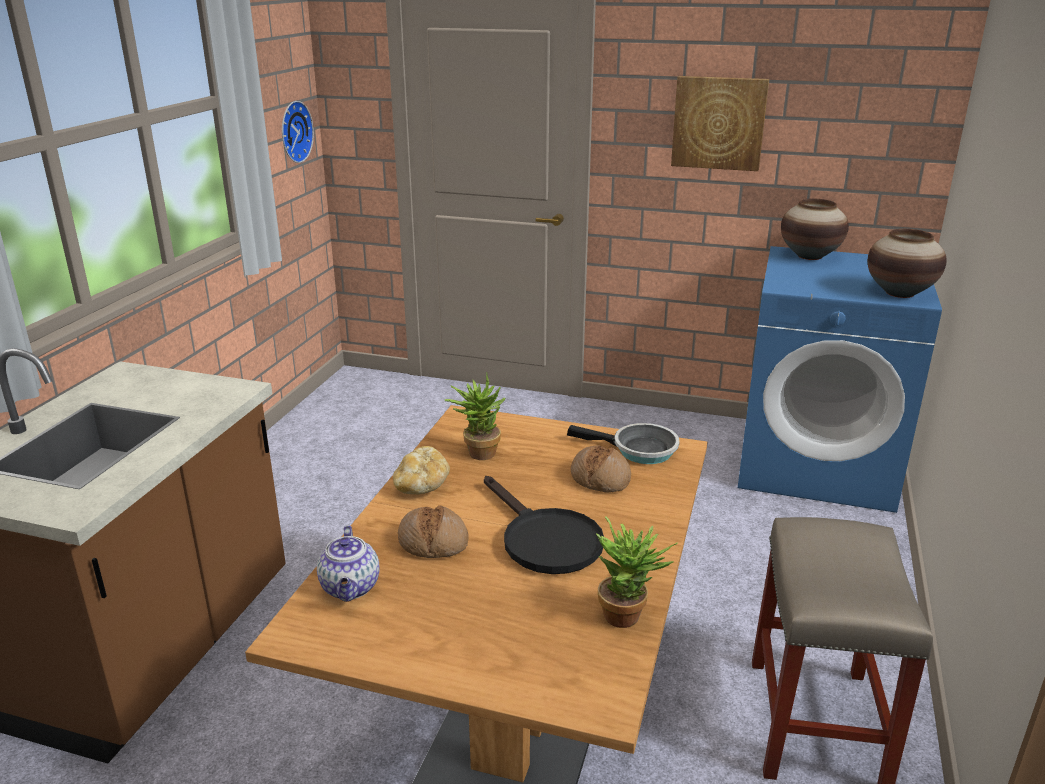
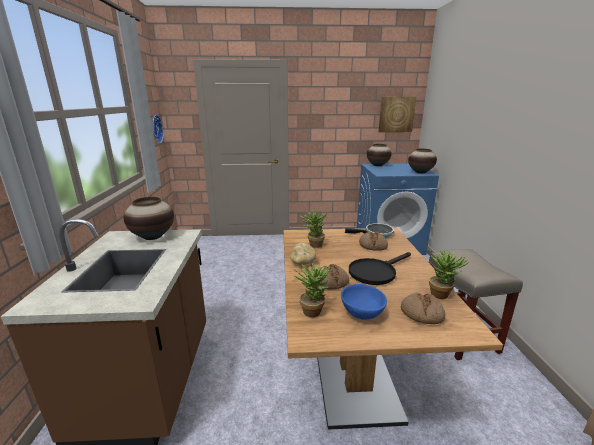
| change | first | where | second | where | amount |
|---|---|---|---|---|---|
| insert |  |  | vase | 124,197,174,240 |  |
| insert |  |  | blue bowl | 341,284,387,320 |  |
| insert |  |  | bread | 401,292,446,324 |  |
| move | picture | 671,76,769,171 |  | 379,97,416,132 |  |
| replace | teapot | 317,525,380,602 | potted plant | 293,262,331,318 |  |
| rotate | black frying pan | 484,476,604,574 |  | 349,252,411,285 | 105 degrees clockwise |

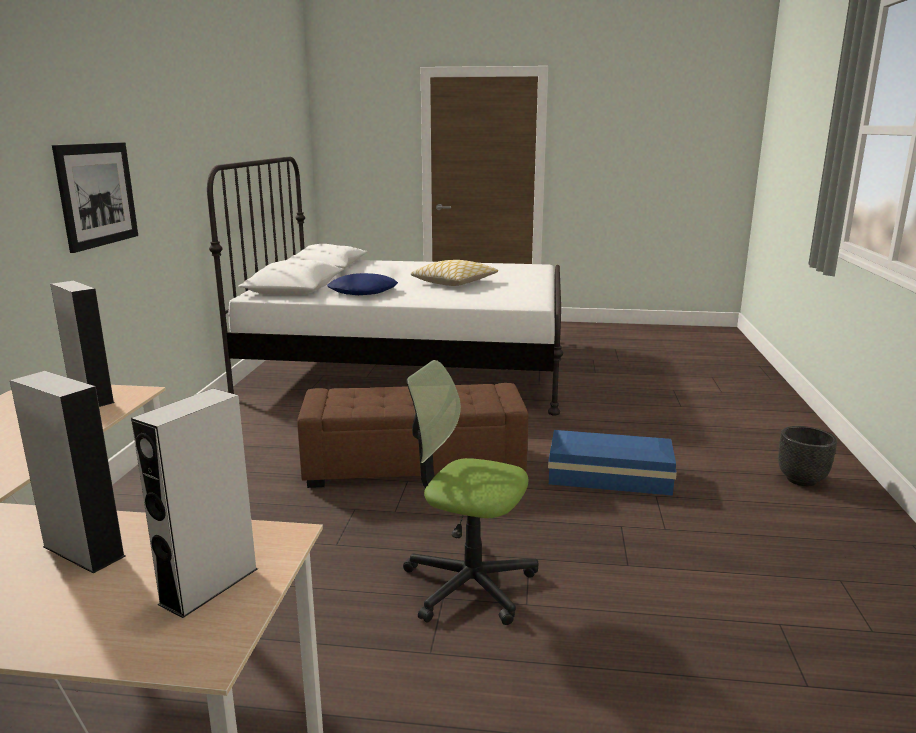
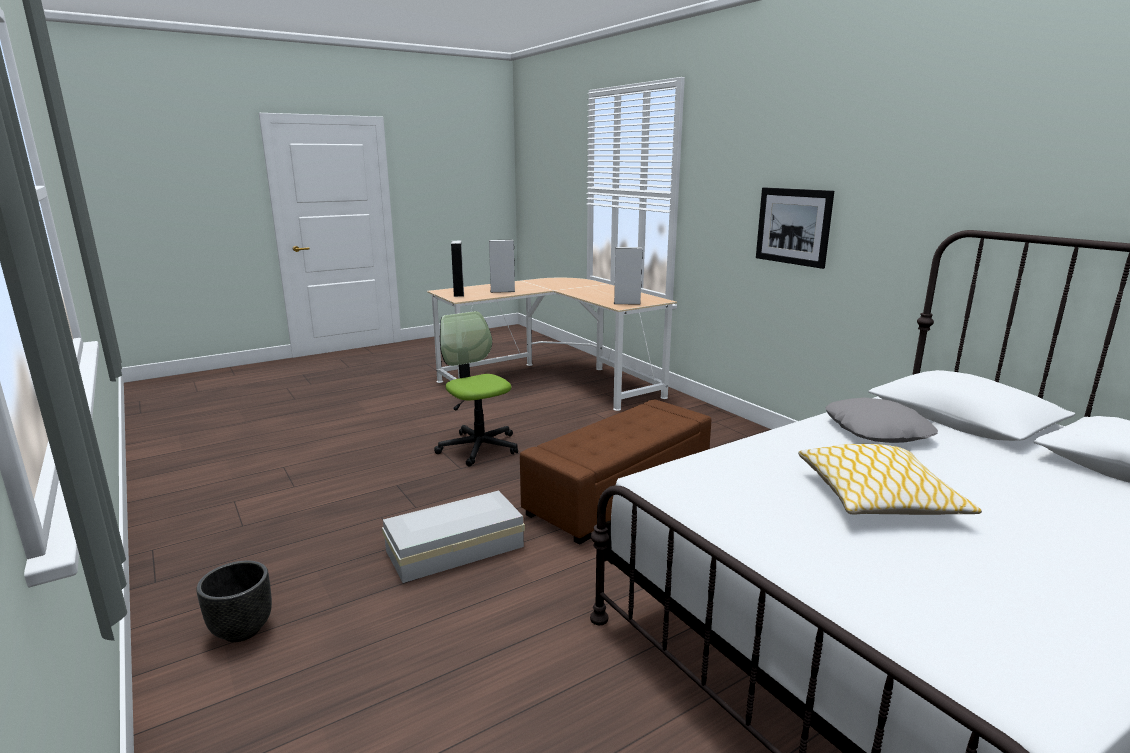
| change | first | where | second | where | amount |
|---|---|---|---|---|---|
| recolor | blue pillow | 327,273,398,295 | grey pillow | 825,398,938,443 |  |
| recolor | blue storage box | 548,430,677,496 | white storage box | 382,491,525,583 |  |
| rotate | office chair | 403,360,539,625 |  | 434,311,518,467 | 105 degrees counterclockwise |

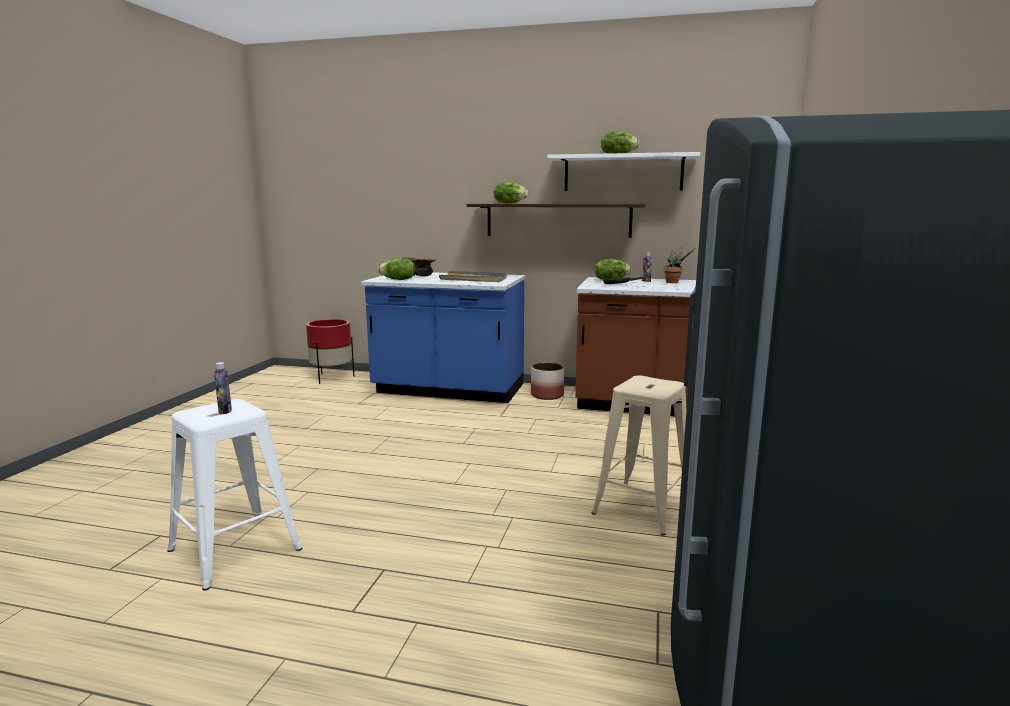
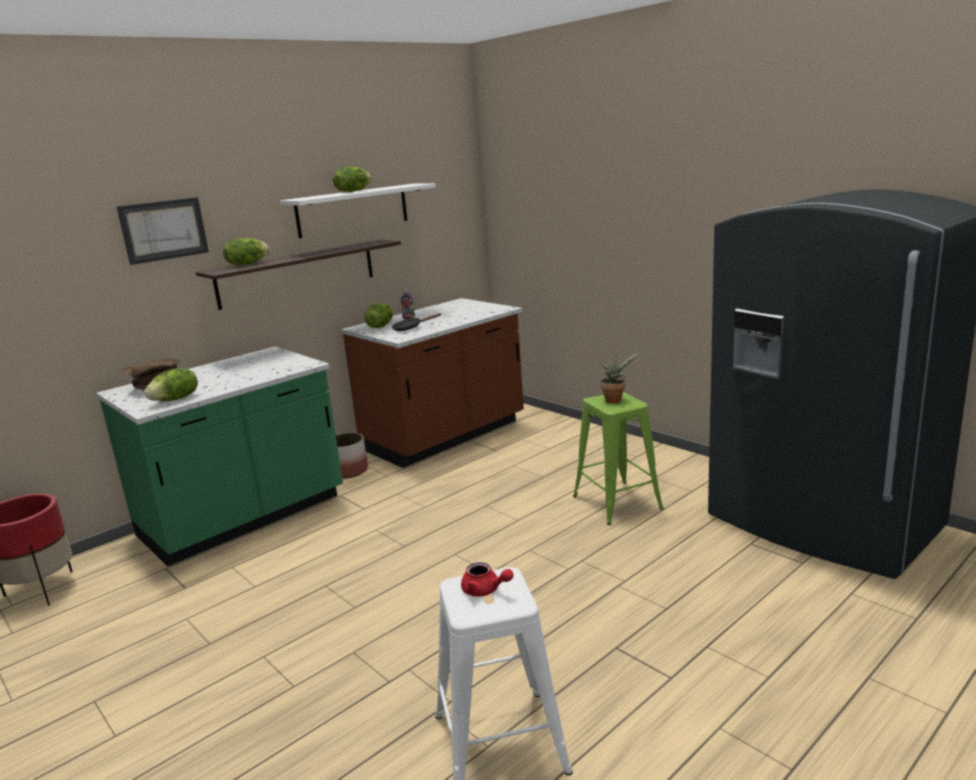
| change | first | where | second | where | amount |
|---|---|---|---|---|---|
| delete | grey tray | 439,271,507,282 |  |  |  |
| insert |  |  | picture | 117,197,209,265 |  |
| move | potted plant | 663,246,695,283 |  | 598,353,639,403 |  |
| replace | bottle | 214,362,232,414 | red teapot | 461,562,514,597 |  |
| recolor | blue counter | 361,272,526,403 | green counter | 96,346,343,567 |  |
| recolor | beige stool | 592,375,686,536 | green stool | 573,392,664,525 |  |

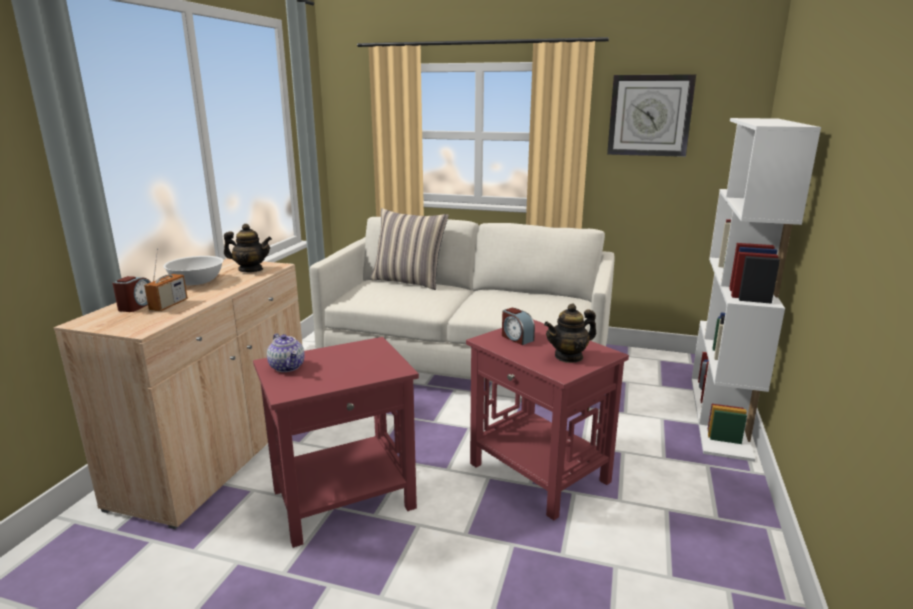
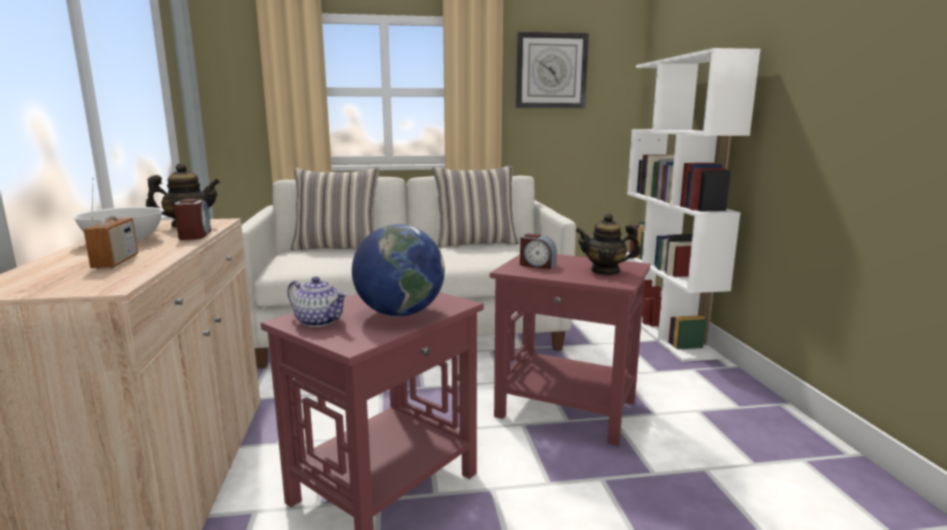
| change | first | where | second | where | amount |
|---|---|---|---|---|---|
| insert |  |  | globe | 352,224,445,317 |  |
| insert |  |  | pillow | 432,166,518,248 |  |
| move | alarm clock | 113,276,151,312 |  | 174,199,211,240 |  |
| rotate | teapot | 544,303,596,363 |  | 575,213,641,275 | 60 degrees clockwise |

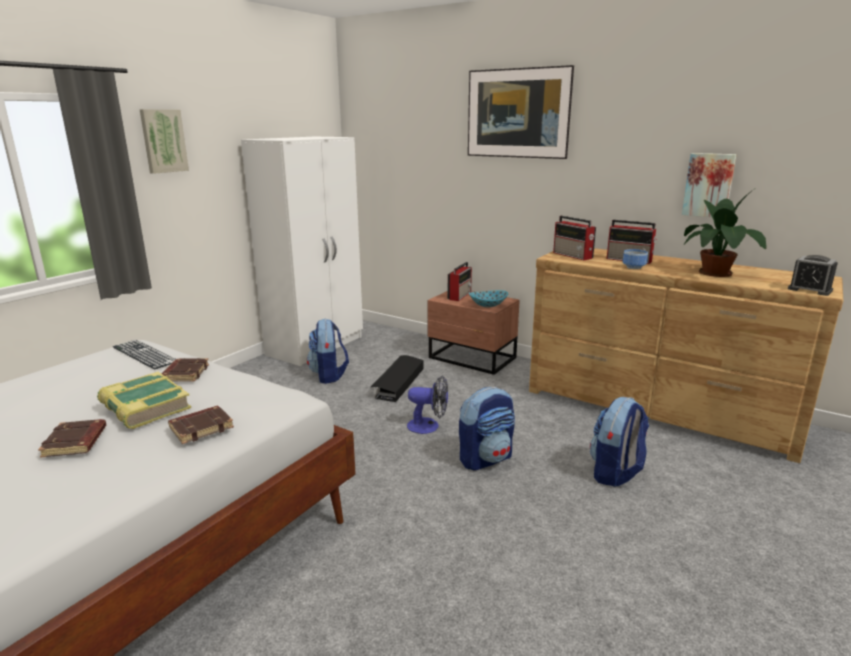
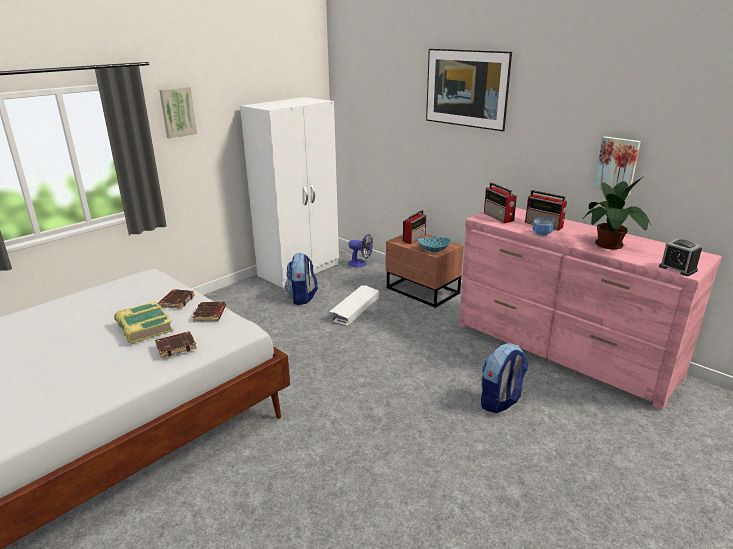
| change | first | where | second | where | amount |
|---|---|---|---|---|---|
| delete | keyboard | 113,340,176,370 |  |  |  |
| delete | backpack | 459,387,515,470 |  |  |  |
| move | brown book | 38,419,106,458 |  | 193,302,226,321 |  |
| move | fan | 407,376,448,434 |  | 348,234,373,267 |  |
| recolor | black storage box | 371,355,424,402 | white storage box | 329,285,379,326 |  |
| recolor | brown dresser | 529,248,843,463 | pink dresser | 459,208,722,410 |  |

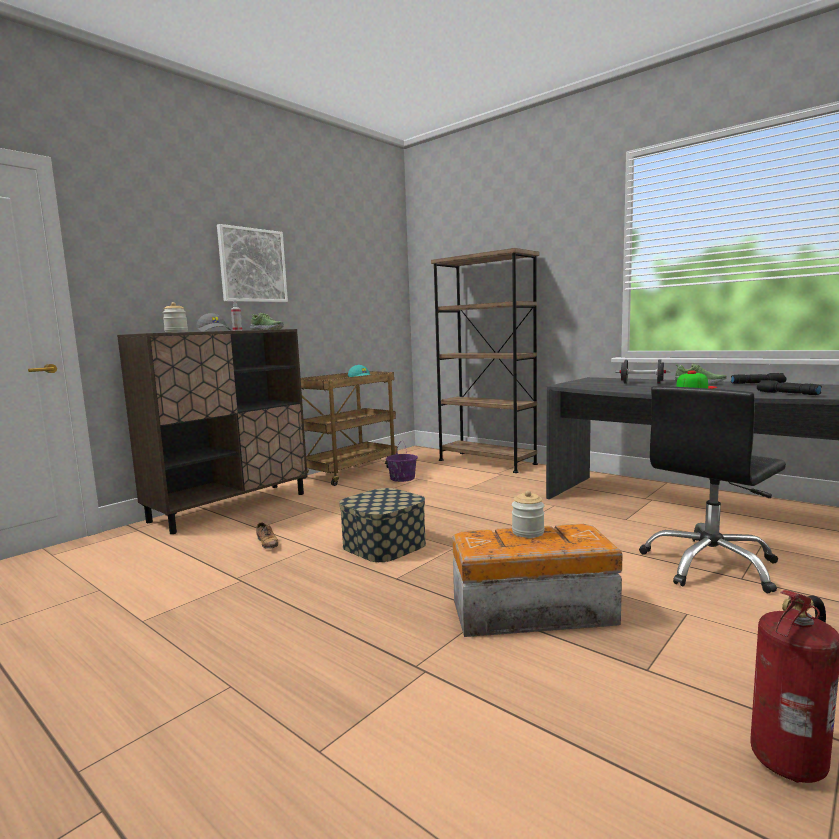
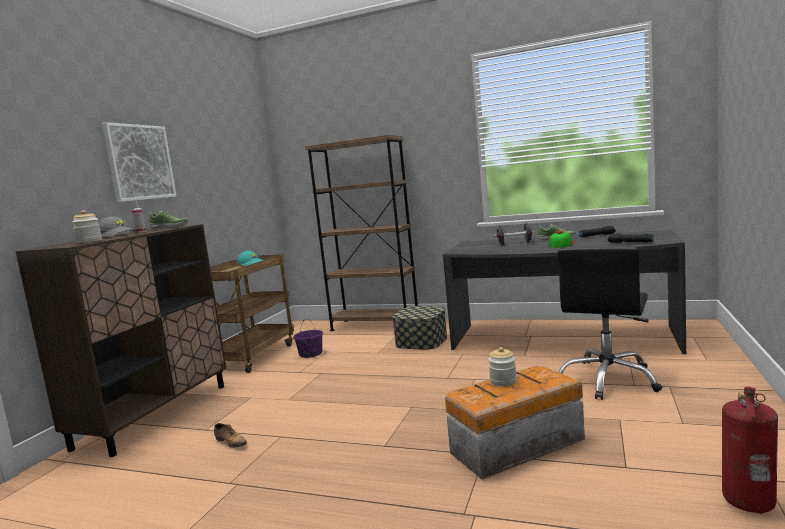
| change | first | where | second | where | amount |
|---|---|---|---|---|---|
| move | storage box | 339,488,426,562 |  | 392,306,447,350 |  |

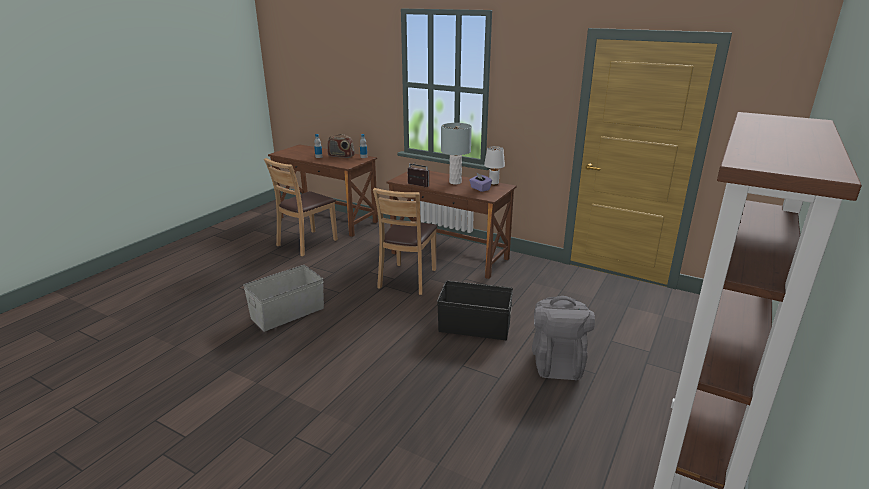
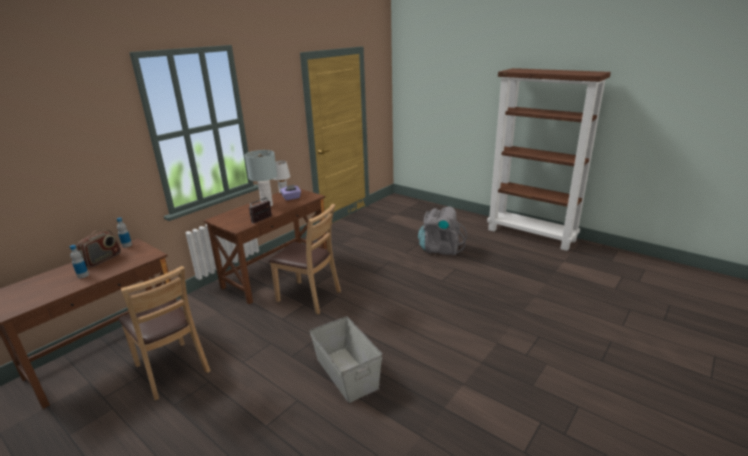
| change | first | where | second | where | amount |
|---|---|---|---|---|---|
| delete | black storage box | 437,281,513,340 |  |  |  |

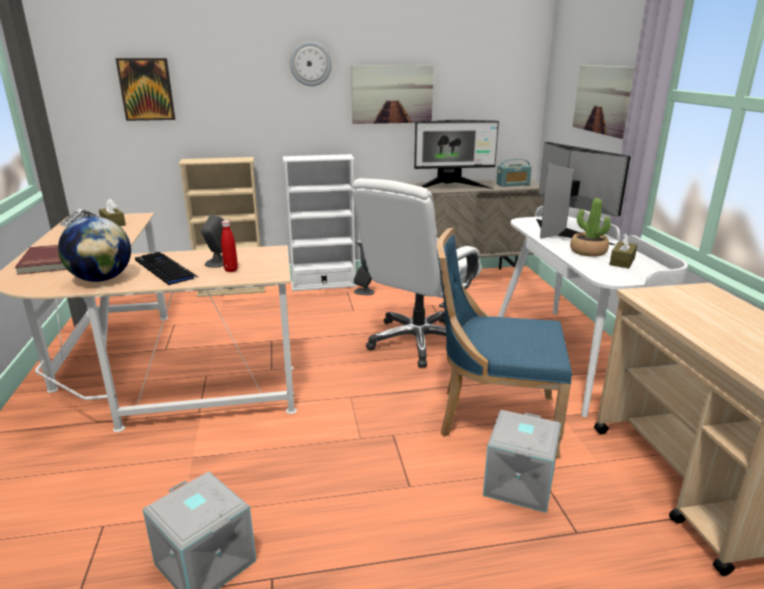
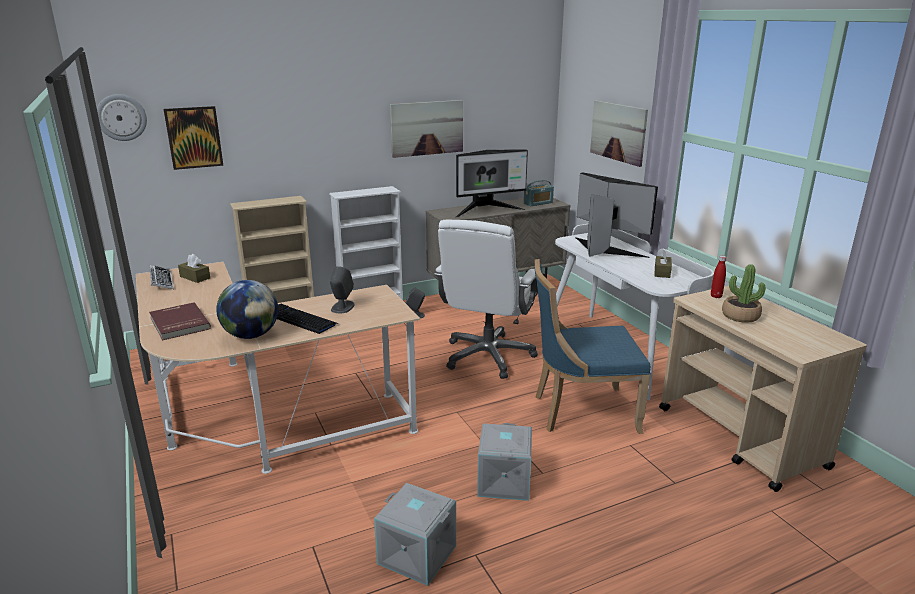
| change | first | where | second | where | amount |
|---|---|---|---|---|---|
| move | red bottle | 221,220,238,272 |  | 711,256,726,298 |  |
| move | wall clock | 290,41,332,86 |  | 97,94,147,141 |  |
| move | grey storage box | 483,410,561,513 |  | 477,423,532,501 |  |
| move | potted plant | 570,198,611,257 |  | 722,264,765,323 |  |

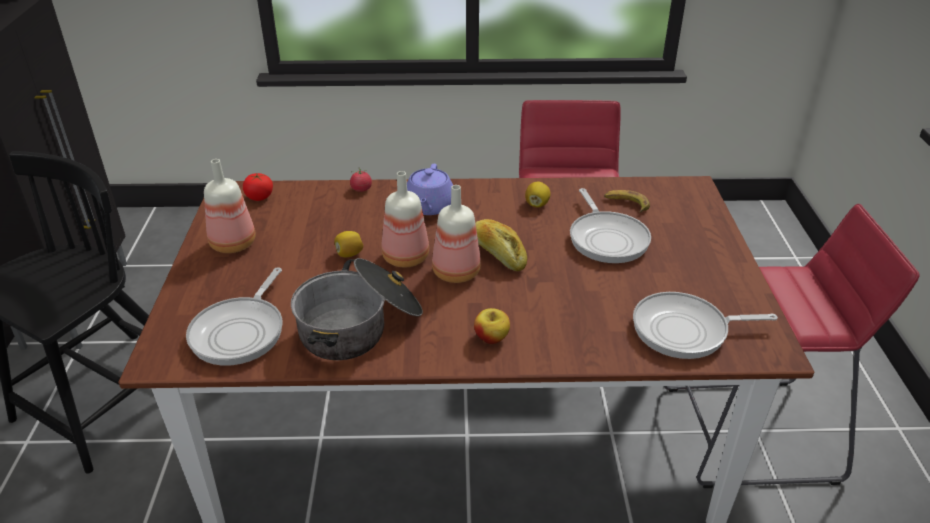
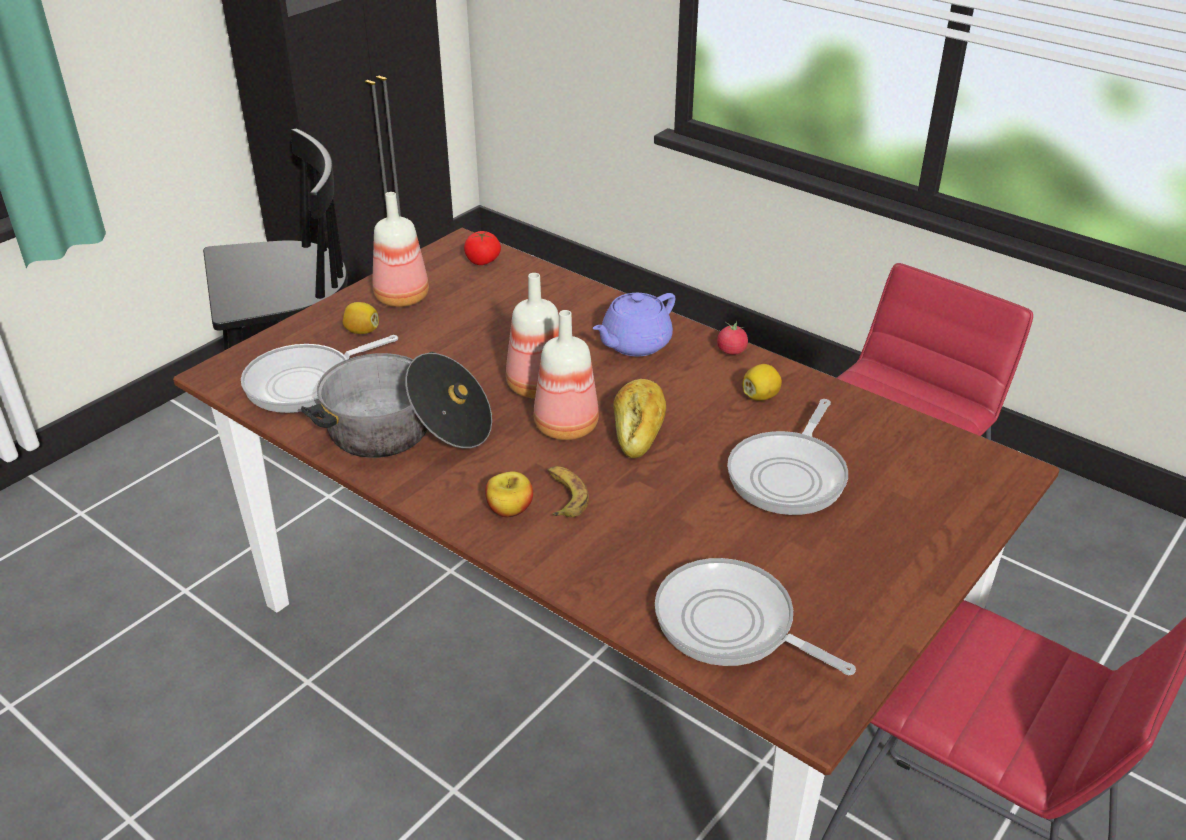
| change | first | where | second | where | amount |
|---|---|---|---|---|---|
| move | lemon | 334,231,364,257 |  | 343,302,379,334 |  |
| move | tomato | 350,168,372,192 |  | 717,320,748,355 |  |
| move | banana | 604,190,650,213 |  | 548,466,589,517 |  |

